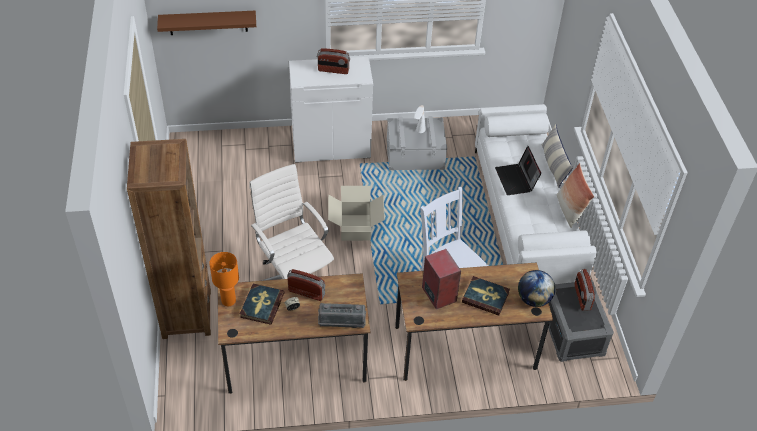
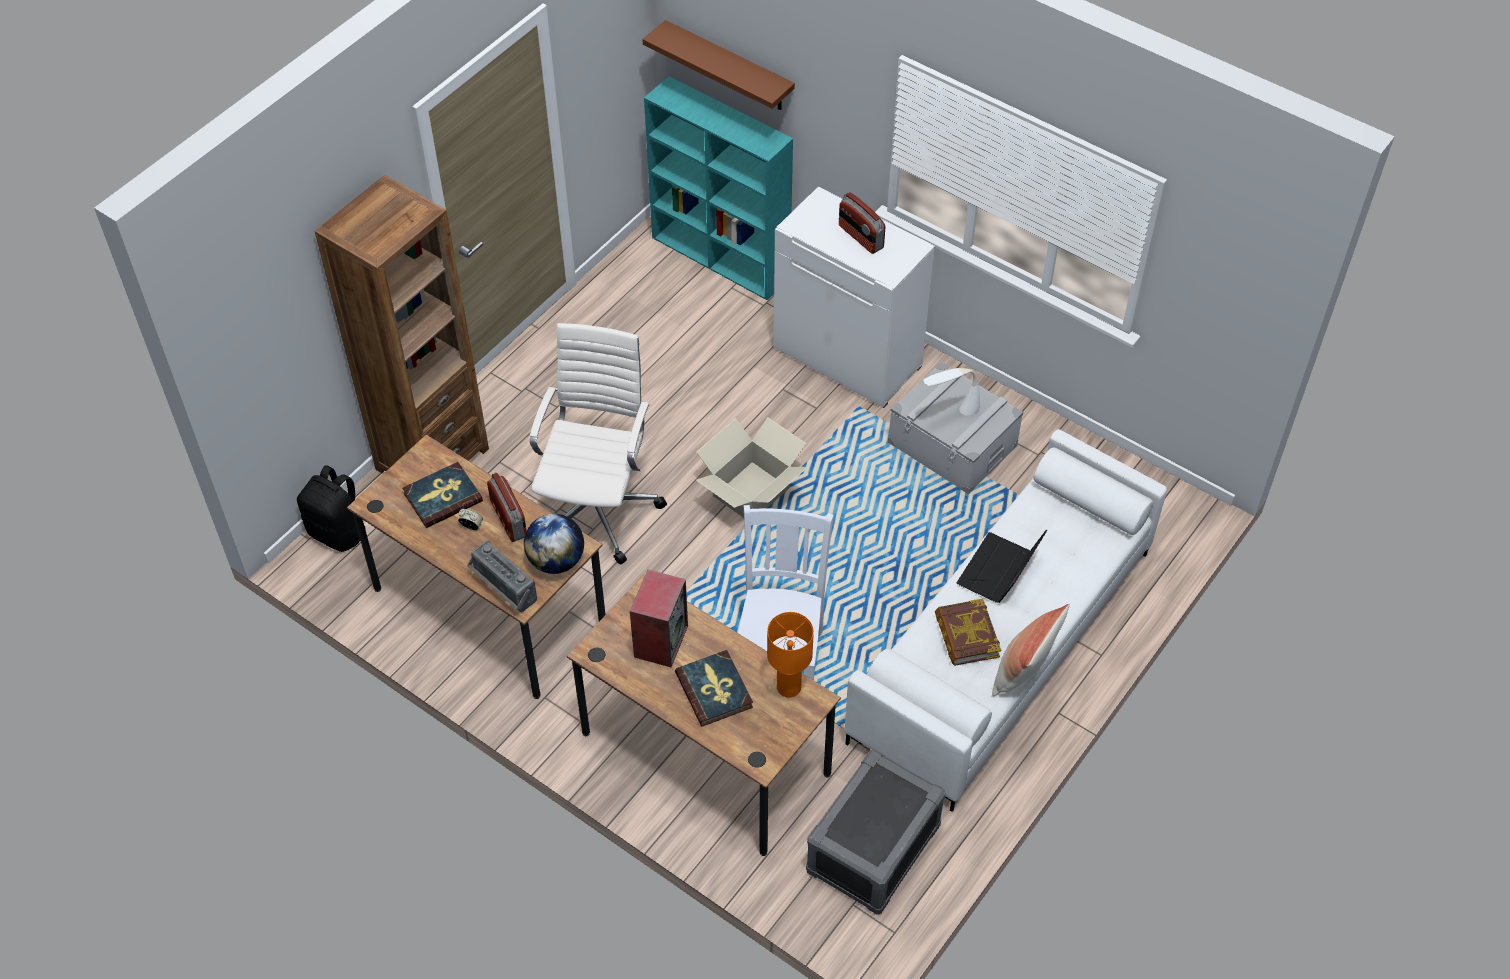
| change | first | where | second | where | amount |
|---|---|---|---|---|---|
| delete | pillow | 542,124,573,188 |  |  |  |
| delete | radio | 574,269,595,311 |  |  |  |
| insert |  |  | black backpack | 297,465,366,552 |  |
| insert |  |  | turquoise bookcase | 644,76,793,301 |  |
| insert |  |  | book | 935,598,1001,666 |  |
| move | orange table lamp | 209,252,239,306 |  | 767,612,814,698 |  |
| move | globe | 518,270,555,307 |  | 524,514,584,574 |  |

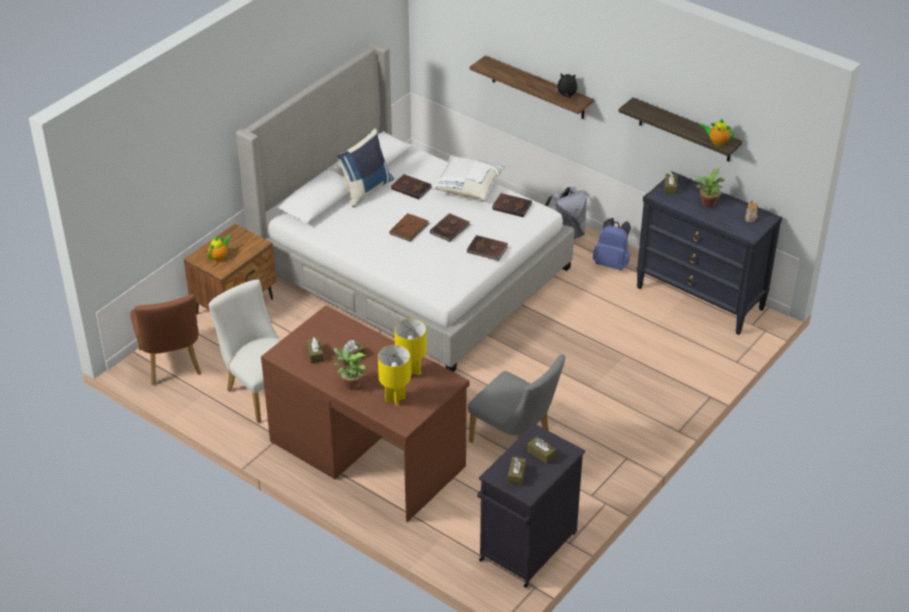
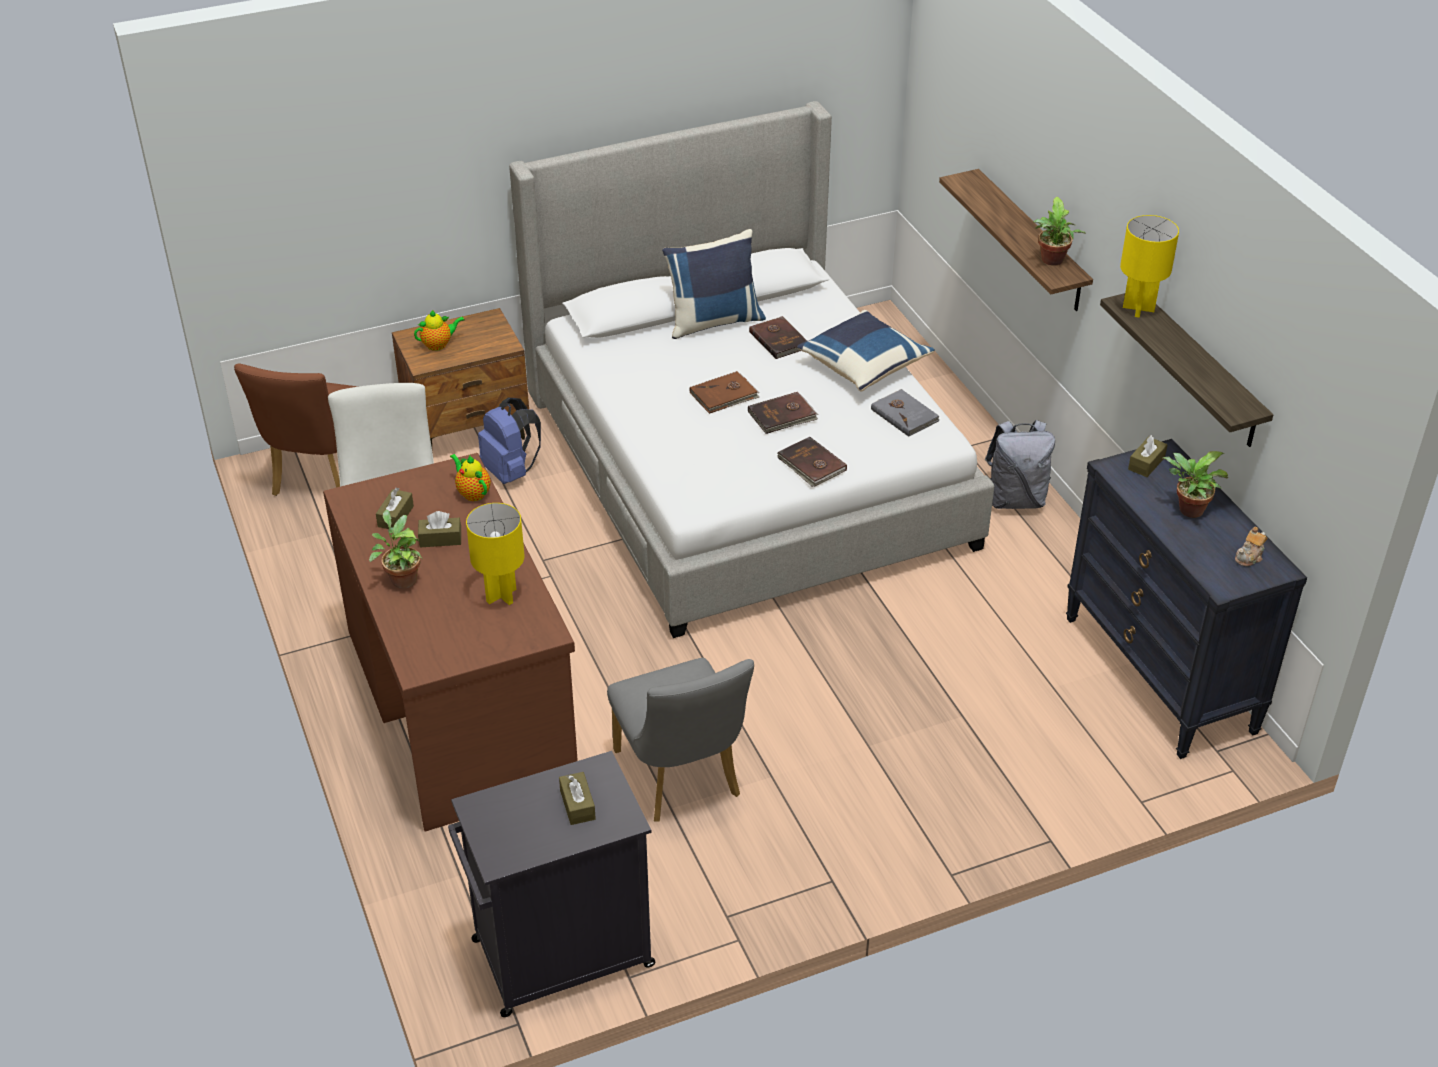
| change | first | where | second | where | amount |
|---|---|---|---|---|---|
| delete | brown tissue box | 508,457,526,486 |  |  |  |
| move | yellow table lamp | 378,345,411,406 |  | 1120,215,1179,318 |  |
| move | blue backpack | 593,218,631,270 |  | 478,397,541,484 |  |
| move | teapot | 700,118,734,146 |  | 450,454,491,501 |  |
| replace | plush toy | 555,73,577,98 | potted plant | 1033,197,1086,266 |  |
| recolor | white pillow | 432,155,505,201 | blue pillow | 797,310,935,392 |  |
| recolor | brown book | 492,193,532,217 | grey book | 871,389,940,437 |  |

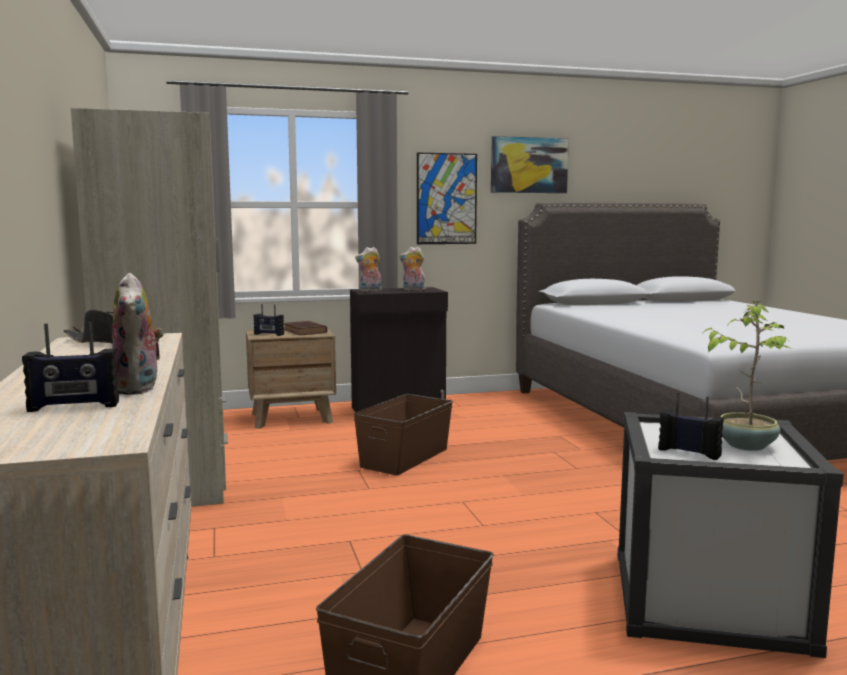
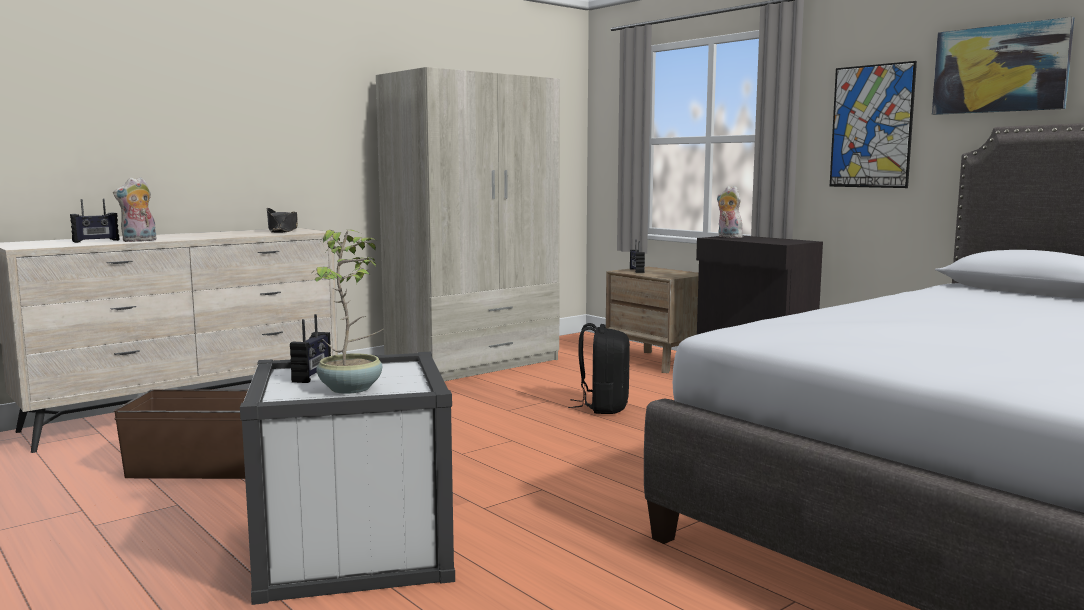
| change | first | where | second | where | amount |
|---|---|---|---|---|---|
| delete | brown book | 284,321,327,335 |  |  |  |
| delete | plush toy | 399,247,426,291 |  |  |  |
| replace | brown storage box | 354,394,453,475 | black backpack | 568,323,630,414 |  |
| rotate | radio | 22,322,119,412 |  | 70,199,119,243 | 90 degrees counterclockwise |

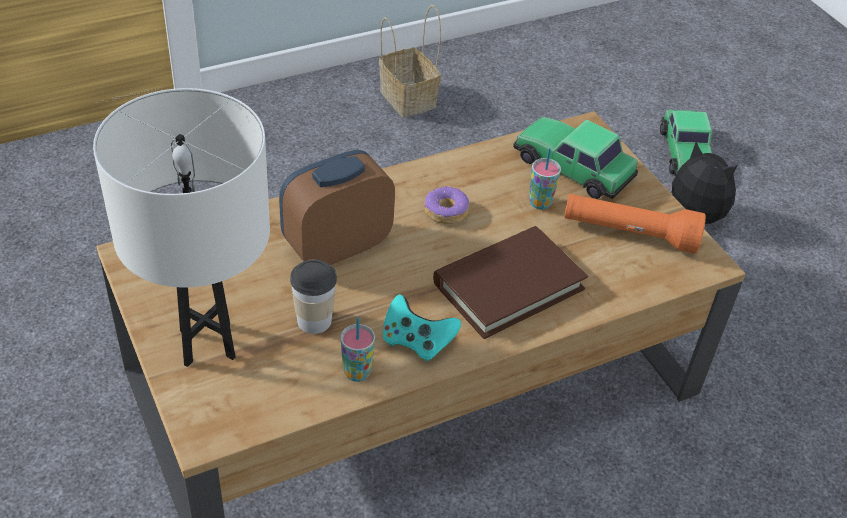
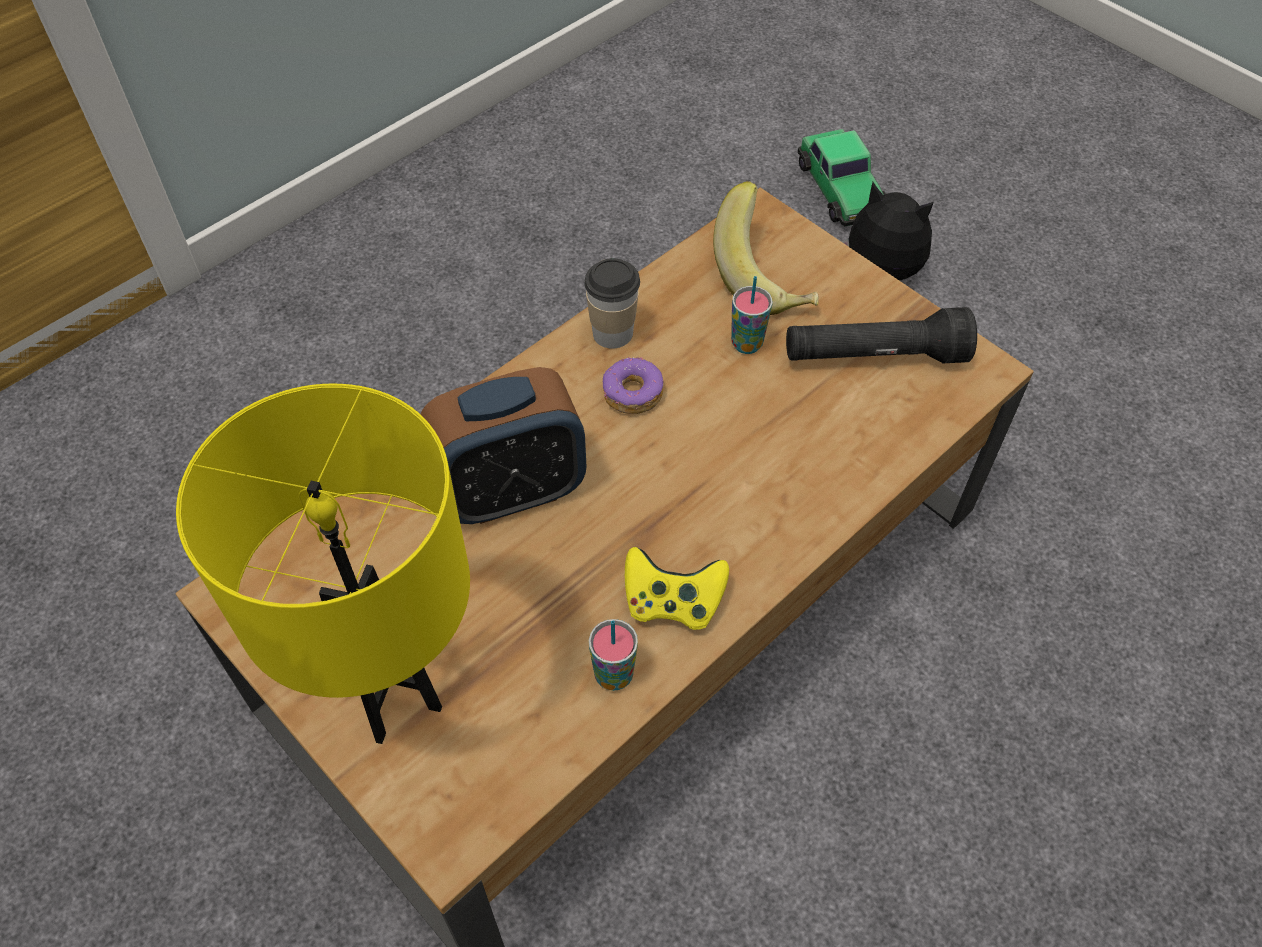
| change | first | where | second | where | amount |
|---|---|---|---|---|---|
| delete | basket | 379,5,441,117 |  |  |  |
| delete | brown book | 433,226,588,339 |  |  |  |
| move | cup | 290,260,337,334 |  | 584,258,640,348 |  |
| replace | toy car | 513,116,638,199 | banana | 713,181,818,315 |  |
| recolor | white table lamp | 93,88,270,367 | yellow table lamp | 176,384,470,744 |  |
| recolor | turquoise game controller | 383,295,461,362 | yellow game controller | 625,547,729,630 |  |
| recolor | orange flashlight | 564,194,706,253 | black flashlight | 786,307,977,363 |  |
| rotate | alarm clock | 279,149,395,265 |  | 421,367,586,524 | 150 degrees counterclockwise |

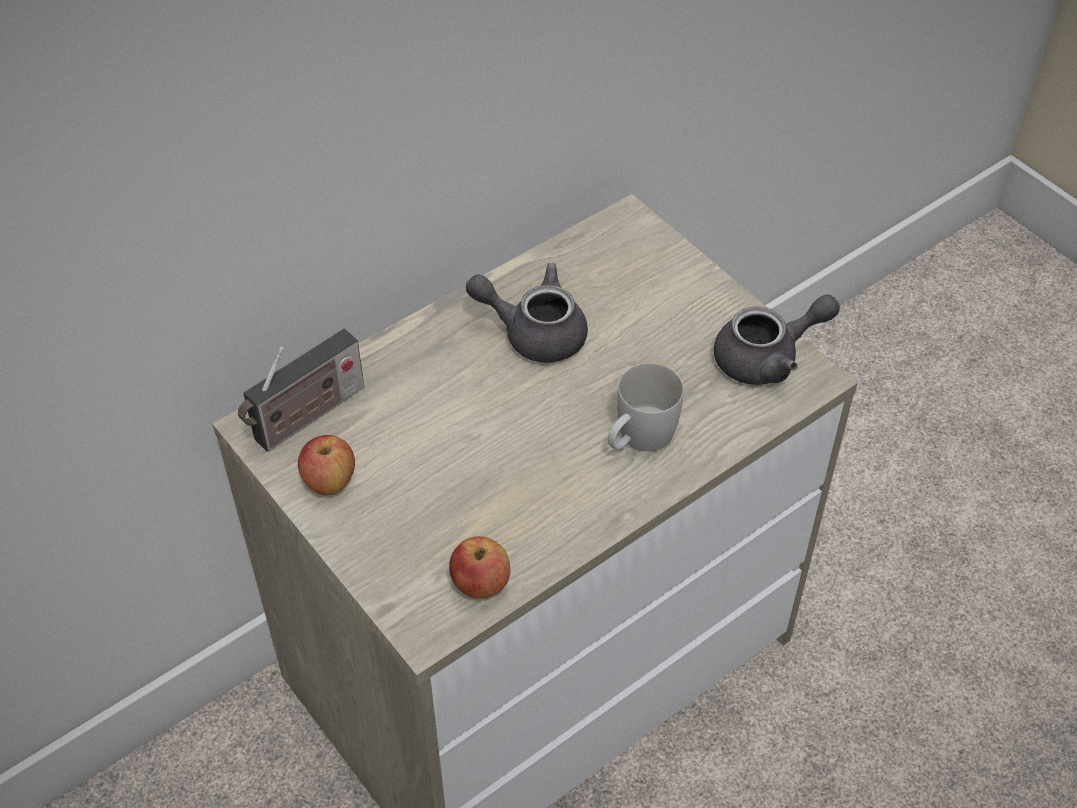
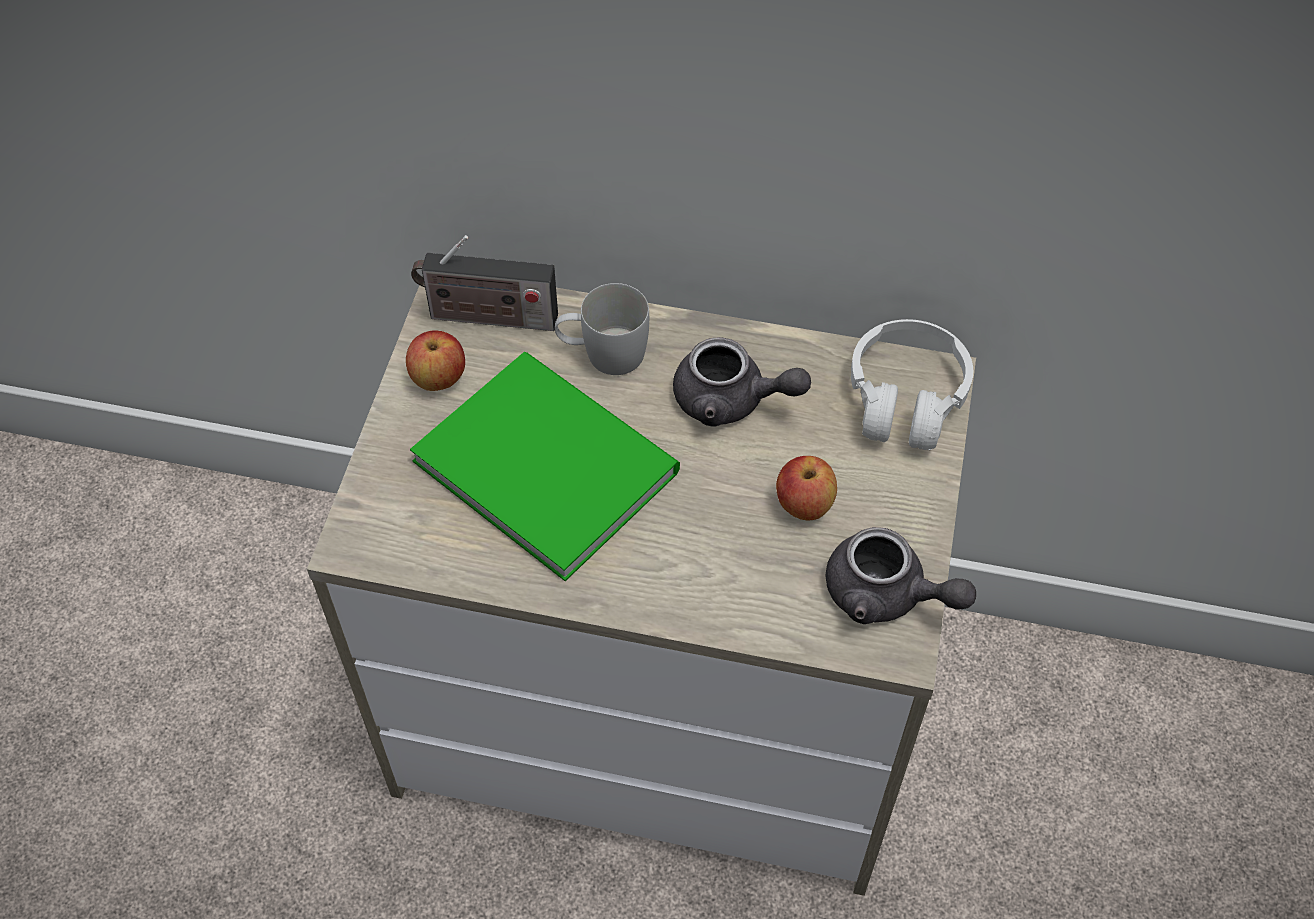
| change | first | where | second | where | amount |
|---|---|---|---|---|---|
| insert |  |  | green book | 410,352,680,581 |  |
| insert |  |  | white headphones | 851,319,973,450 |  |
| move | apple | 449,536,510,598 |  | 776,456,837,520 |  |
| move | white mug | 608,363,684,451 |  | 555,283,649,375 |  |
| rotate | grey teapot | 466,263,588,363 |  | 673,337,811,427 | 135 degrees clockwise |

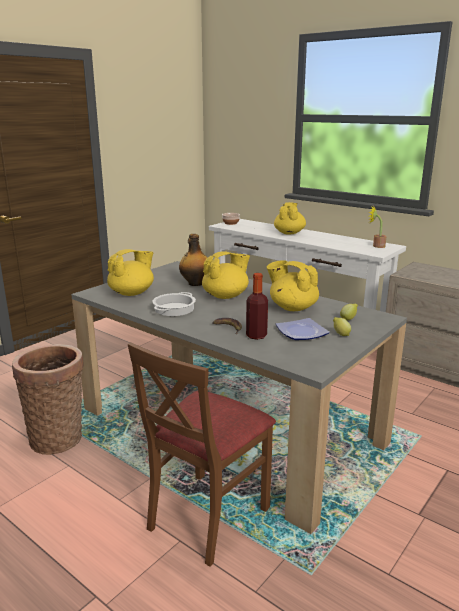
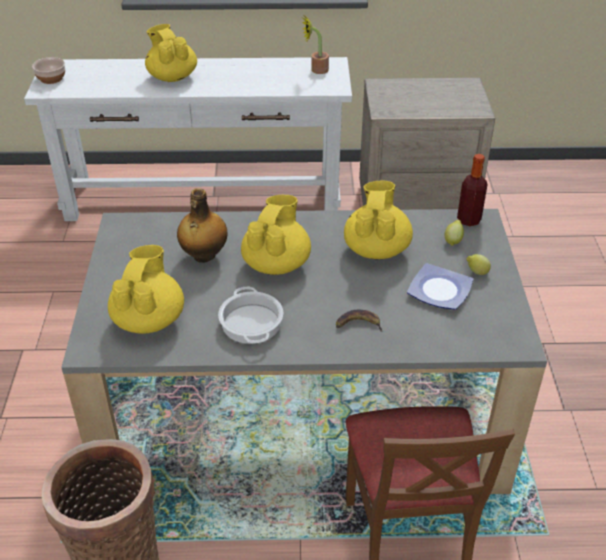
| change | first | where | second | where | amount |
|---|---|---|---|---|---|
| move | bottle | 246,273,268,340 |  | 457,154,488,226 |  |
| rotate | yellow teapot | 267,260,319,311 |  | 344,180,413,259 | 105 degrees clockwise |

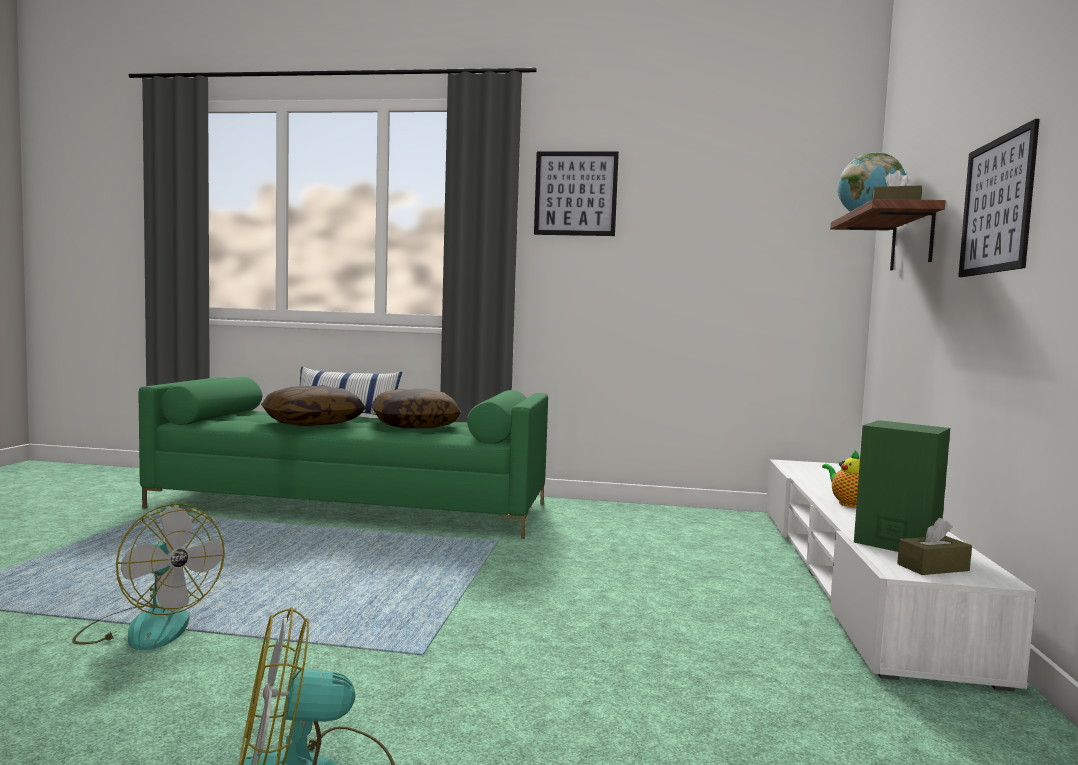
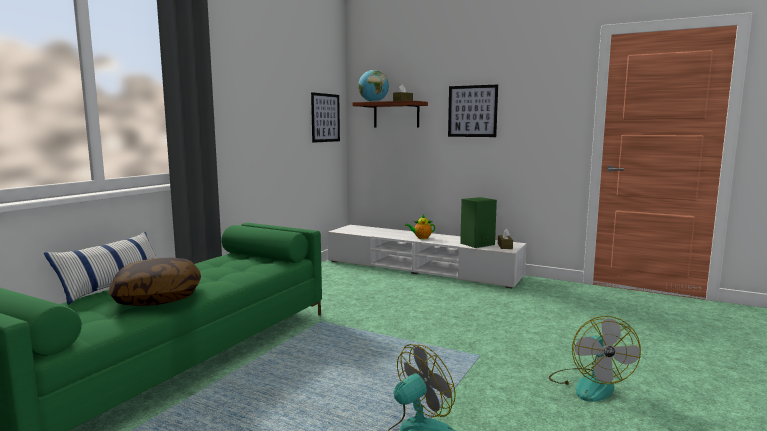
| change | first | where | second | where | amount |
|---|---|---|---|---|---|
| delete | pillow | 371,389,461,428 |  |  |  |
| move | picture | 534,151,619,236 |  | 311,92,340,143 |  |

